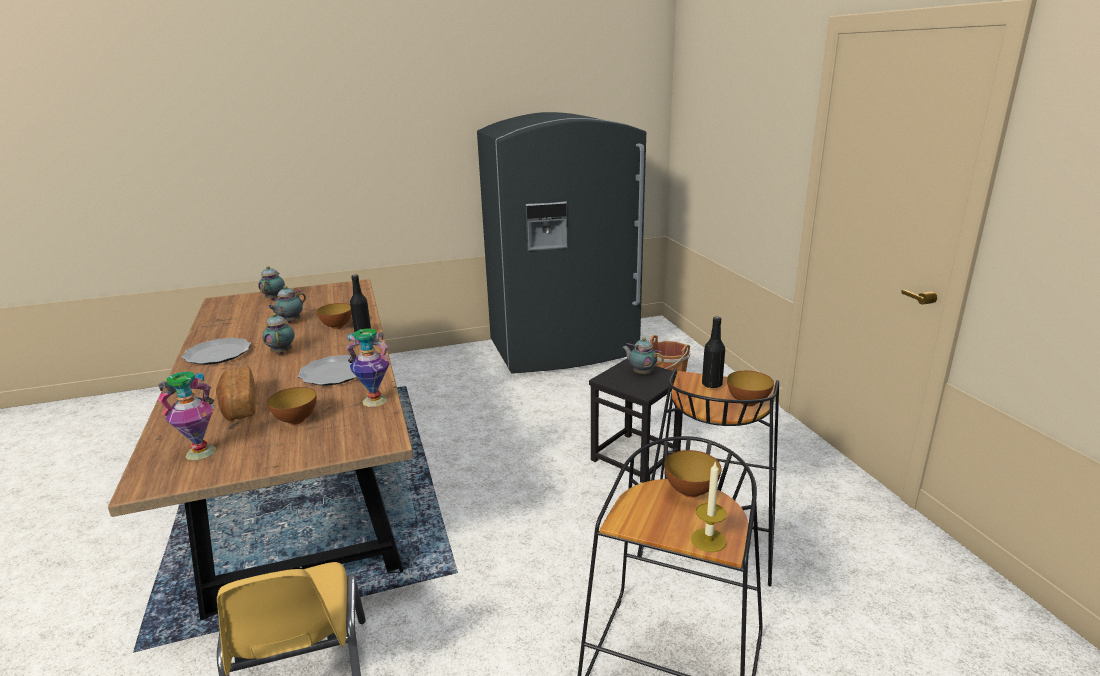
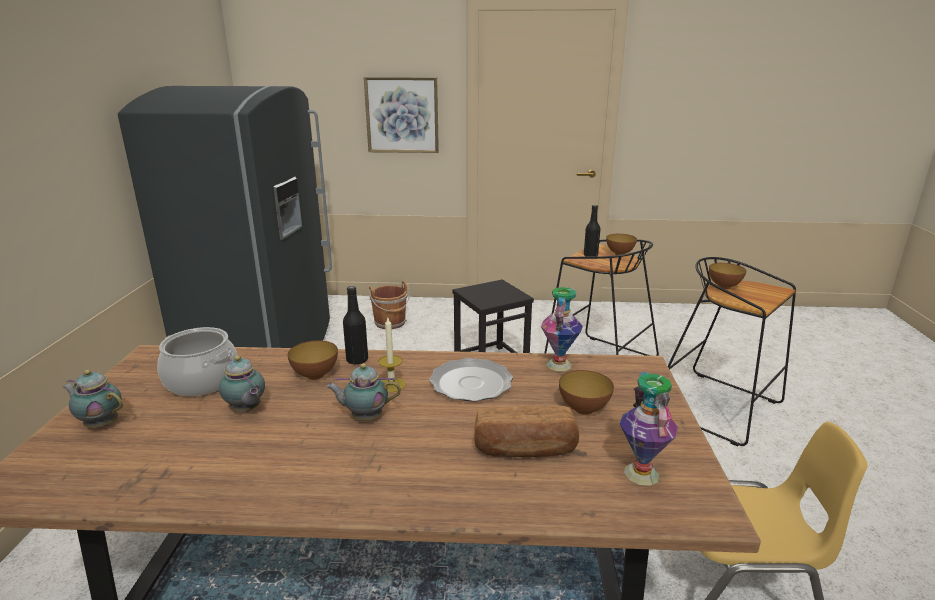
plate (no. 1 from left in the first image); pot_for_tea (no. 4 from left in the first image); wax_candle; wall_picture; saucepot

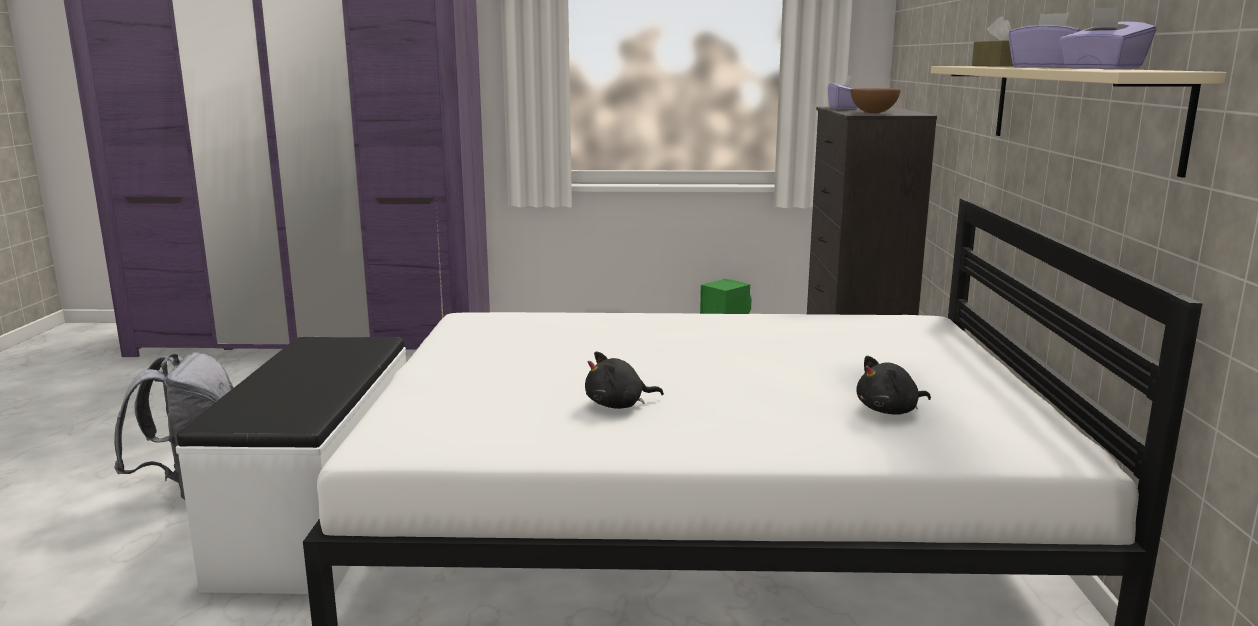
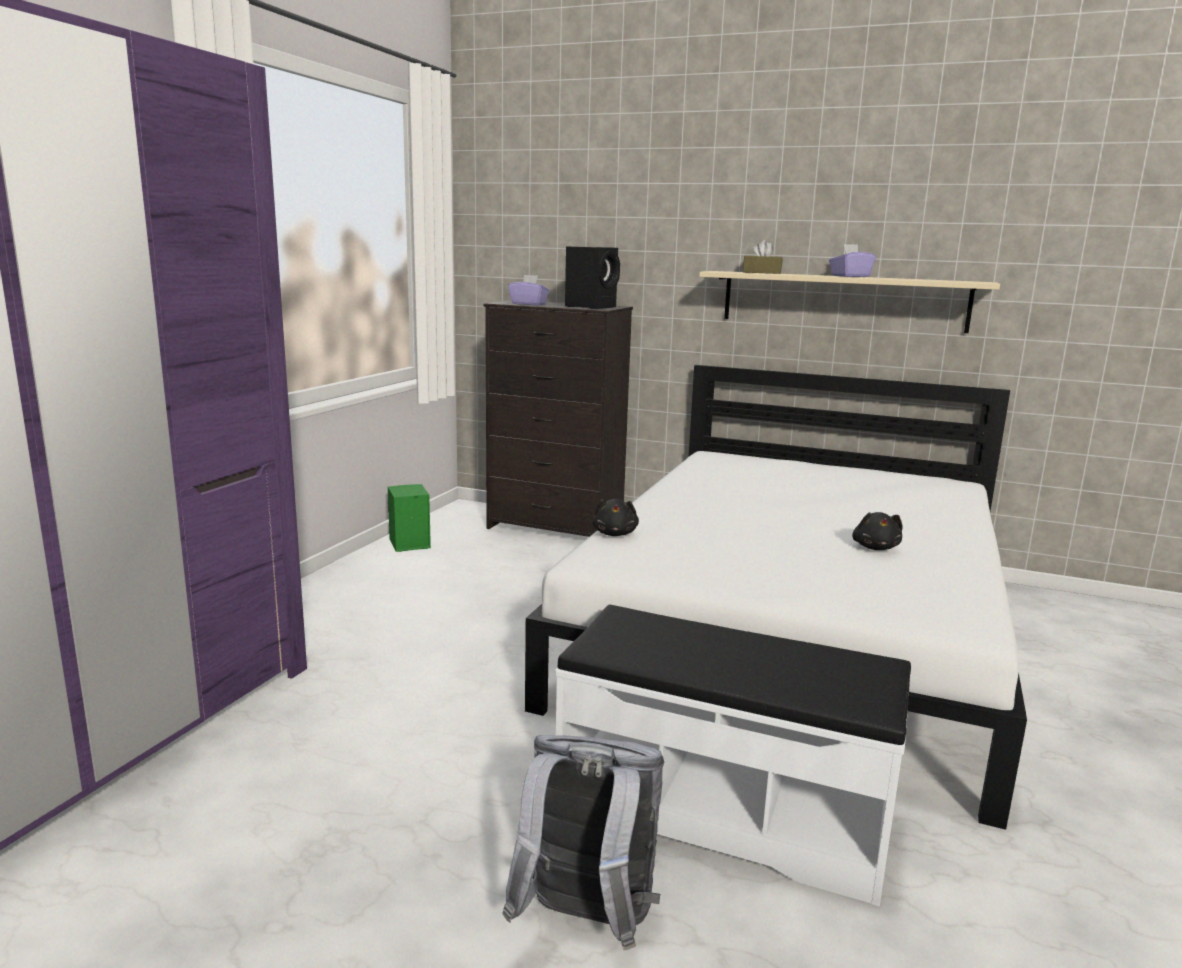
purple-coloured_tissue_box (no. 3 from left in the first image); black_audio_speaker; black_soft_toy (no. 1 from left)

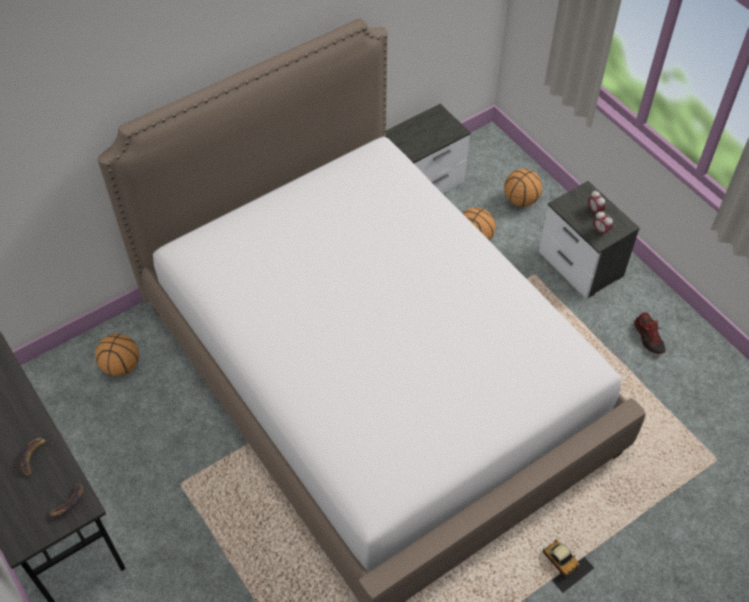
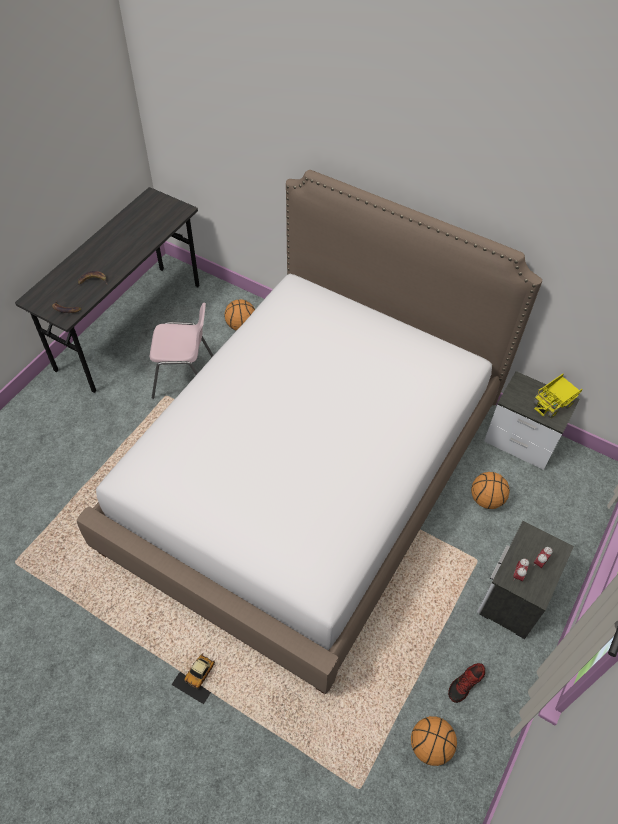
basketball (no. 2 from left); pink-coloured_chair; toy_truck

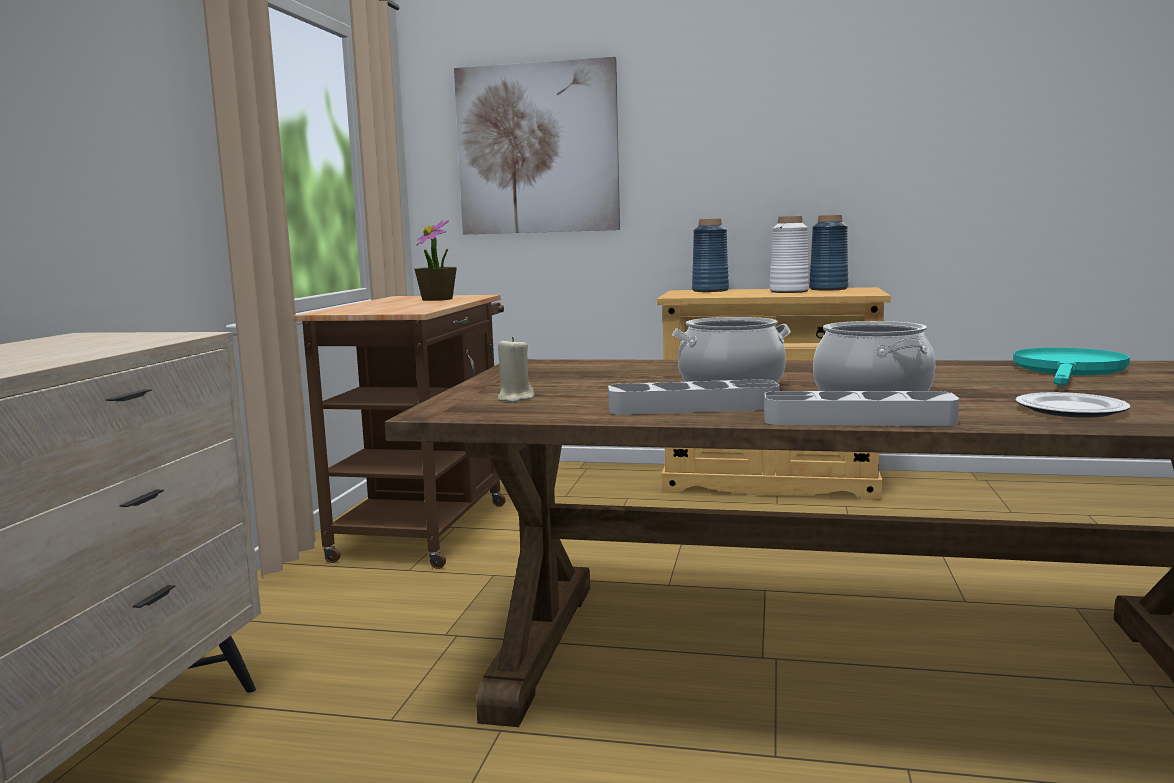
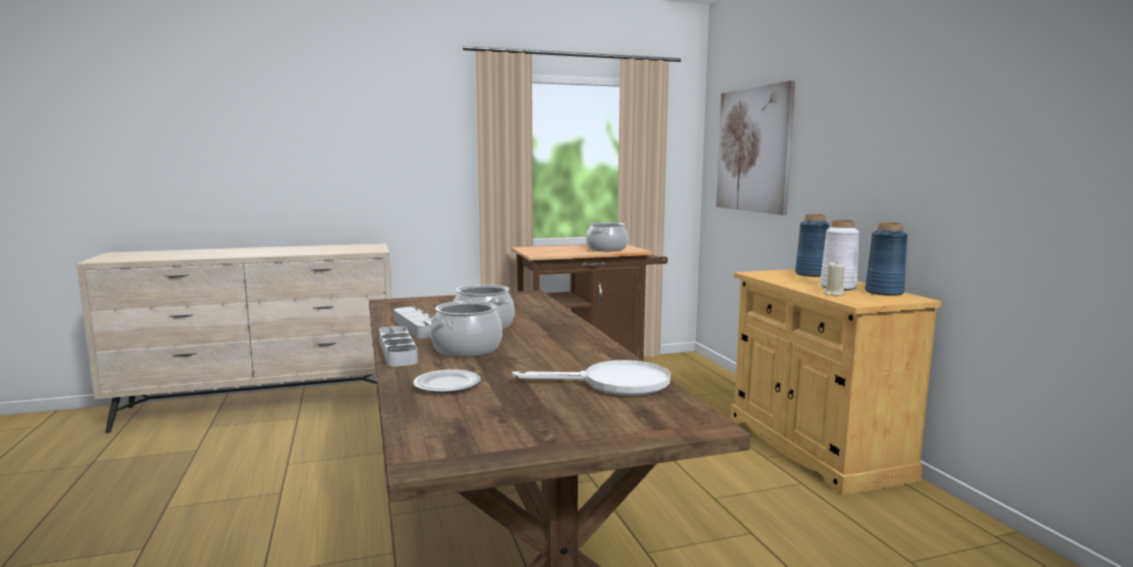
saucepot (no. 3 from left); sand-coloured_wax_candle; white-coloured_pan

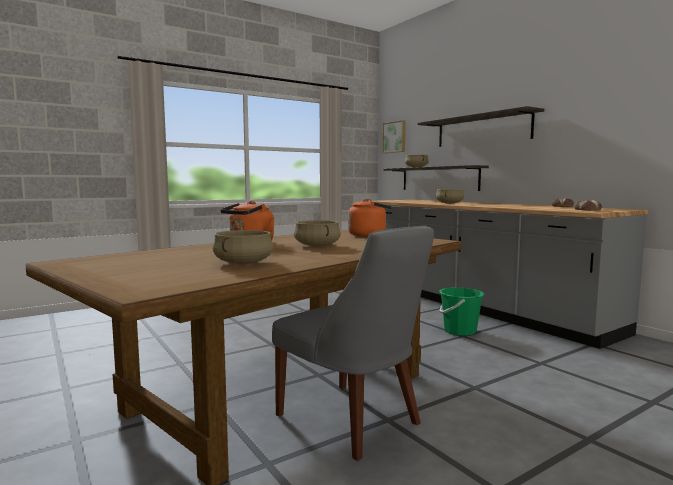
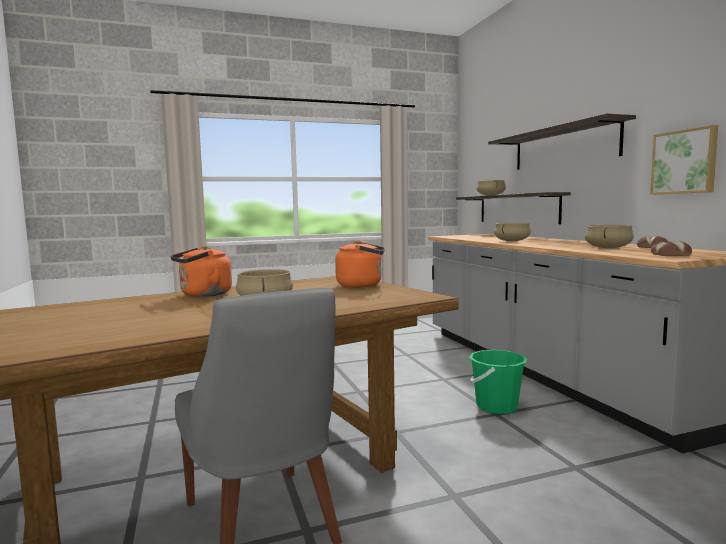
wall_picture; sand-coloured_saucepot (no. 4 from left)

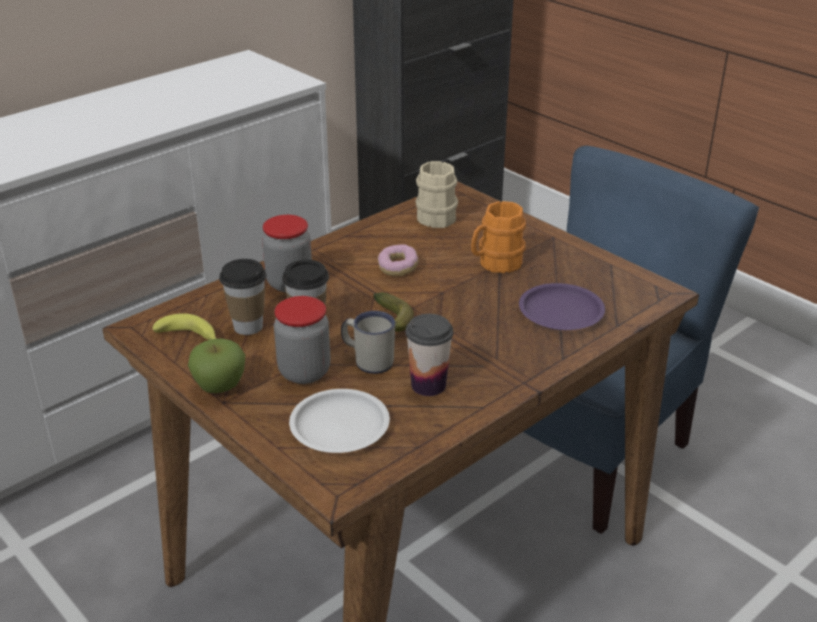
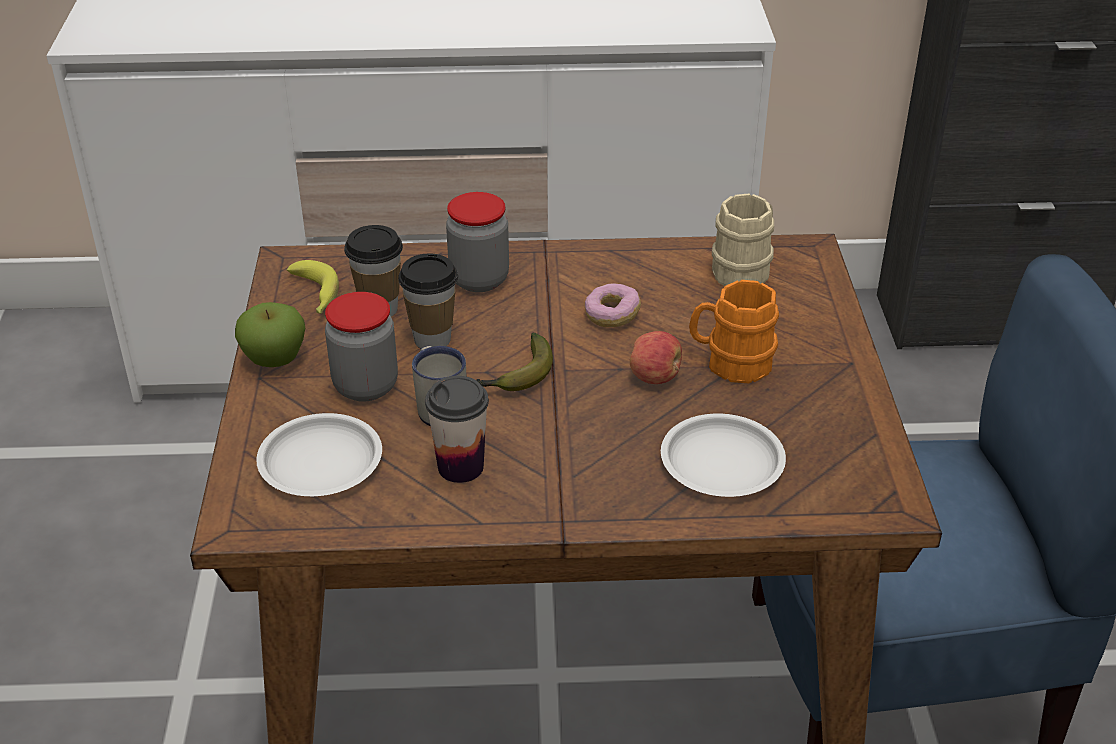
white-coloured_plate (no. 2 from left); apple (no. 2 from left)

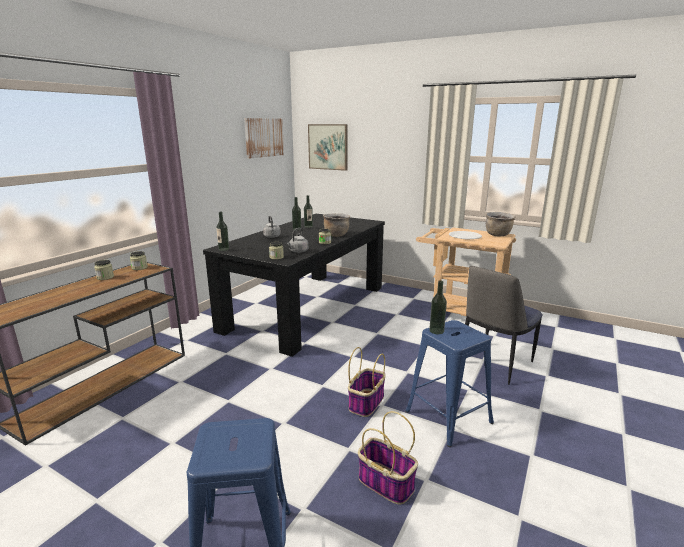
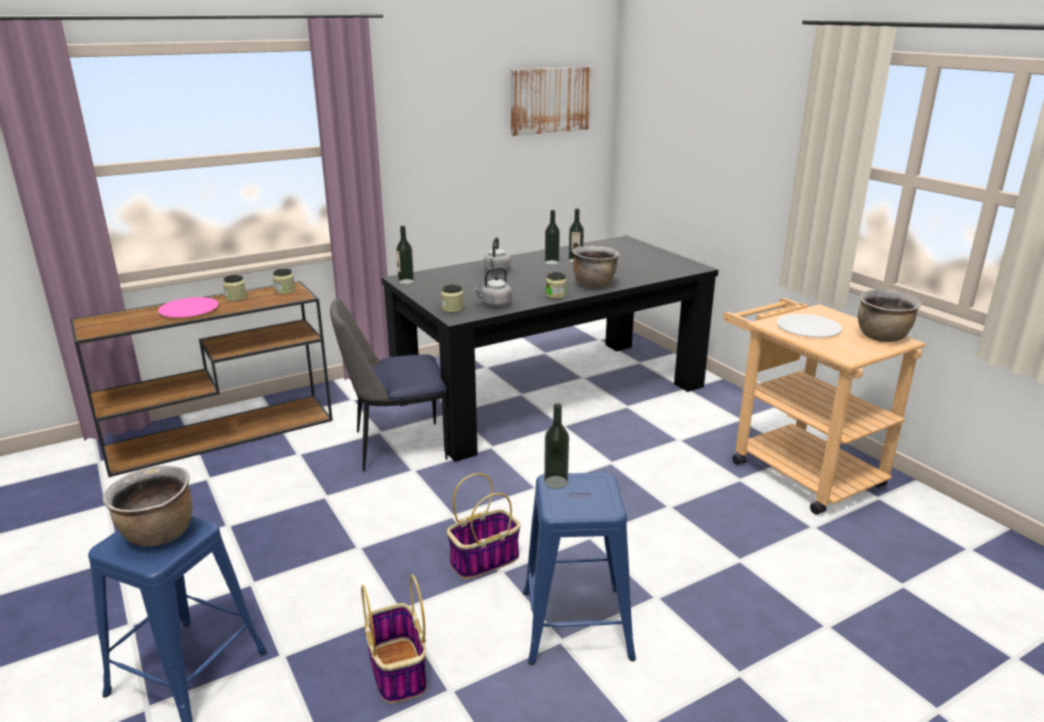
wall_picture (no. 2 from left in the first image); chair; pink-coloured_plate; brown-coloured_saucepot (no. 1 from left)

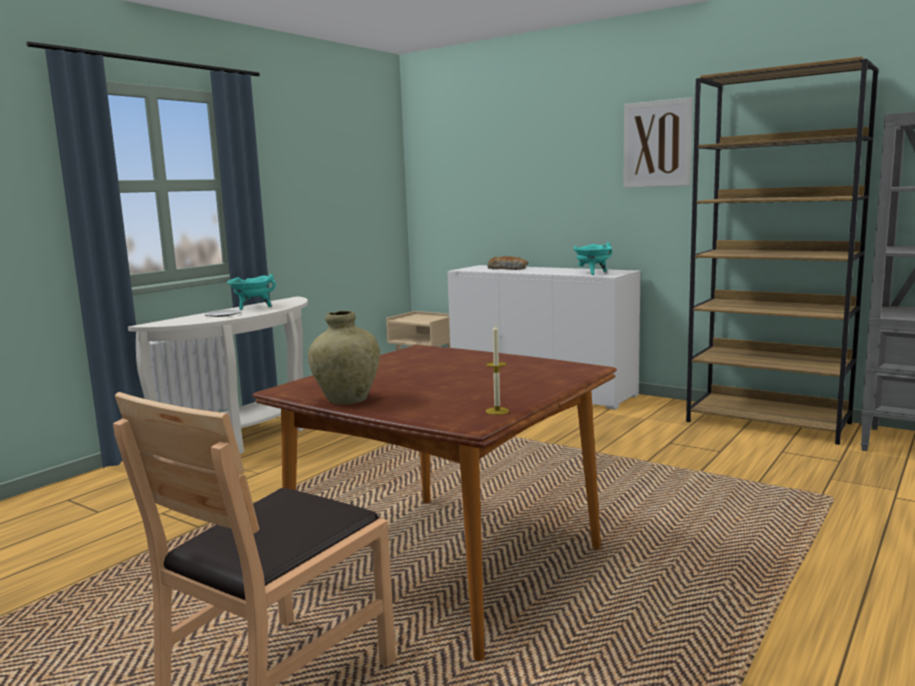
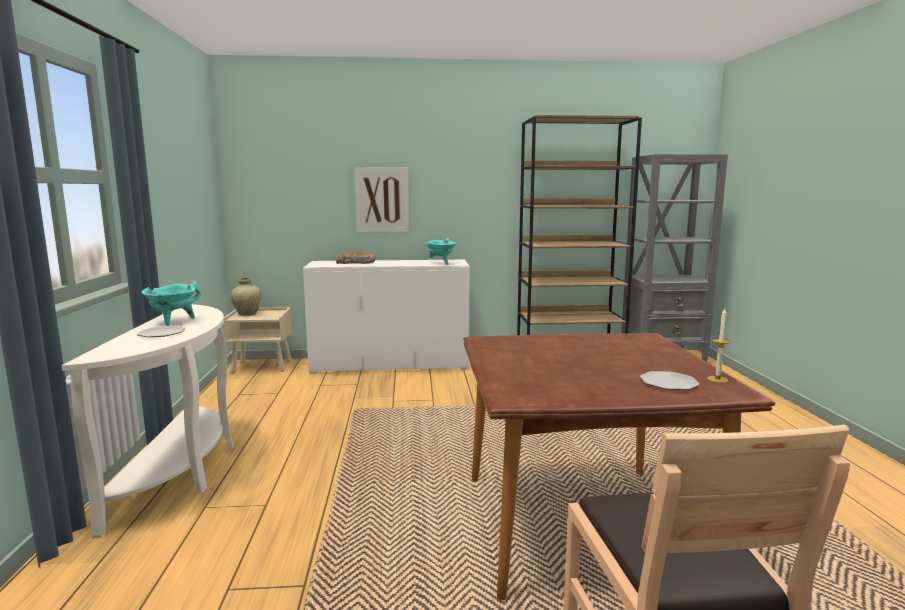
wall_picture; sand-coloured_flower_vase; plate (no. 2 from left)

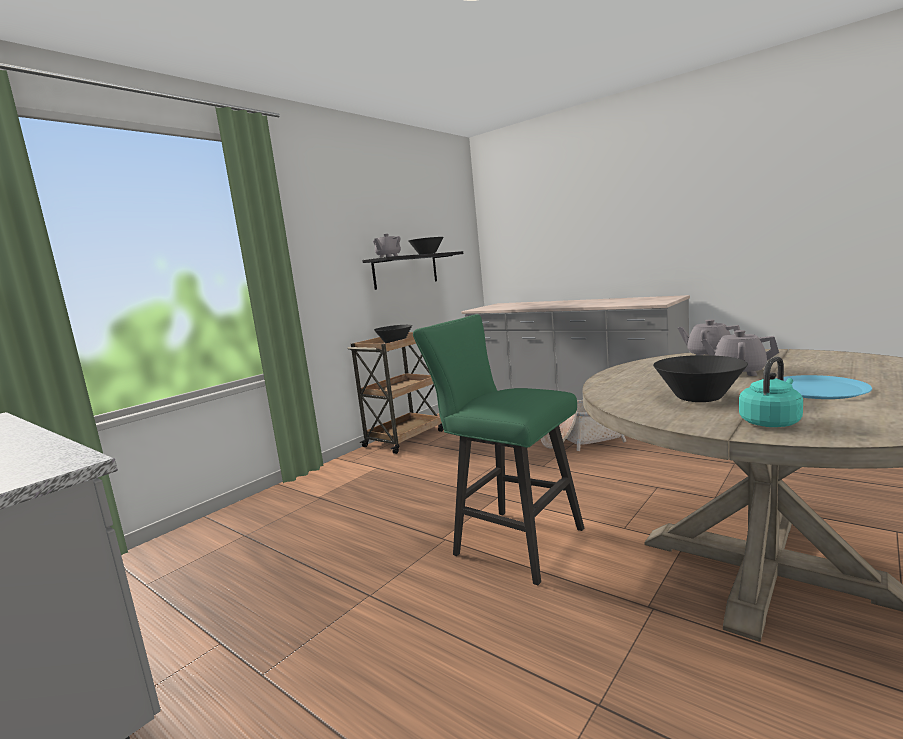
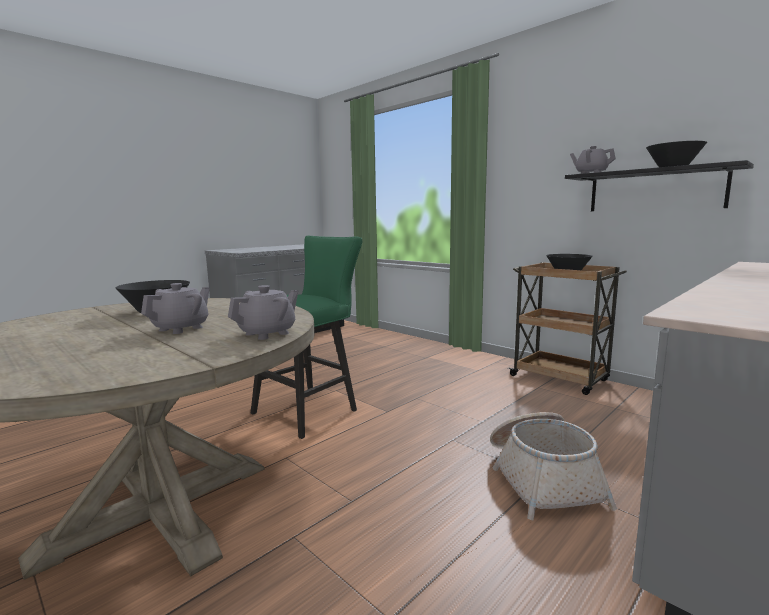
turquoise_tea_kettle; blue_plate

